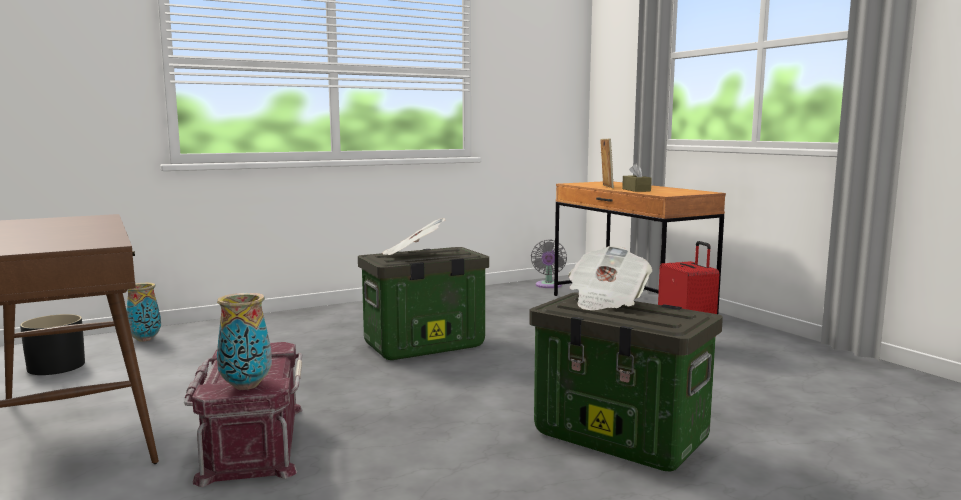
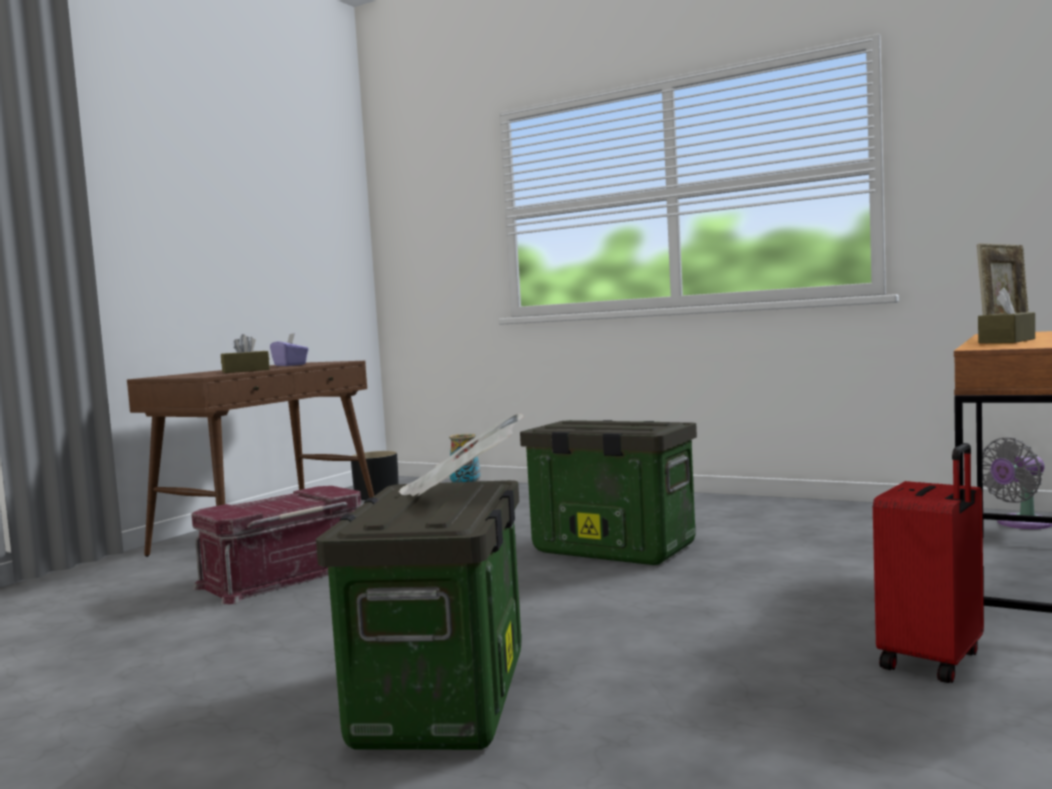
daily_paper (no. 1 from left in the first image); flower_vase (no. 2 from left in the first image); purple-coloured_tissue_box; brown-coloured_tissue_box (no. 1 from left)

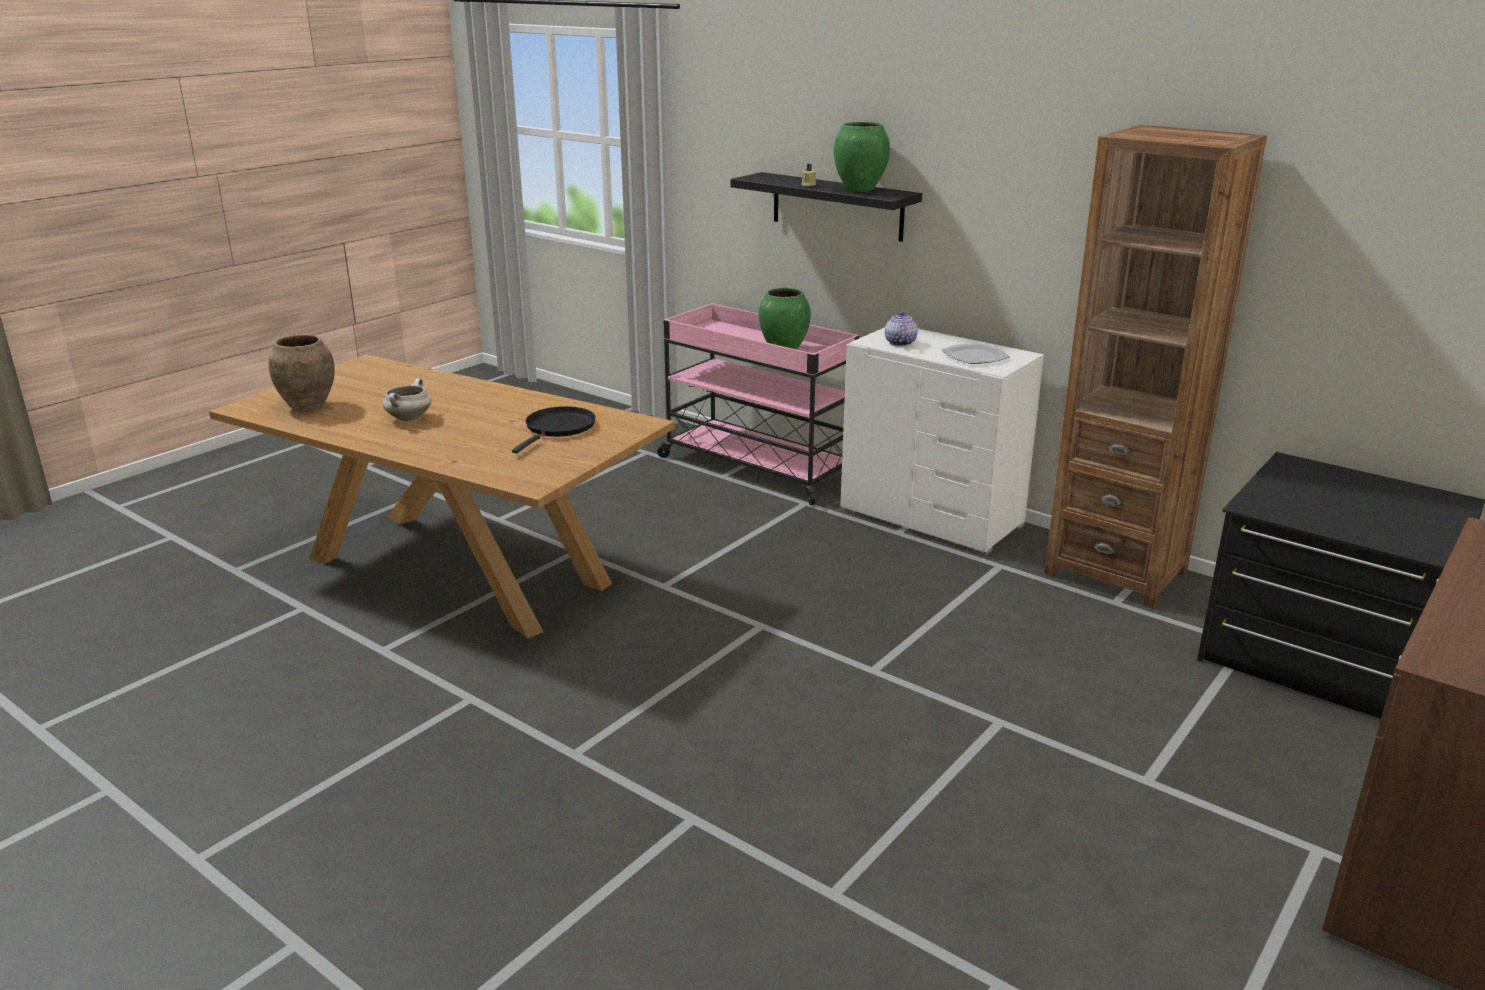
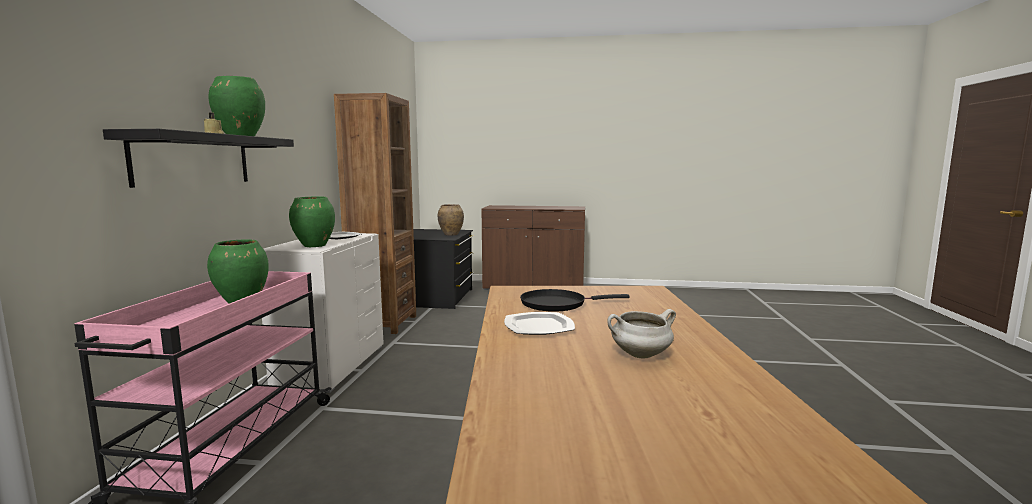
green_flower_vase (no. 3 from left); brown-coloured_flower_vase; plate (no. 2 from left)

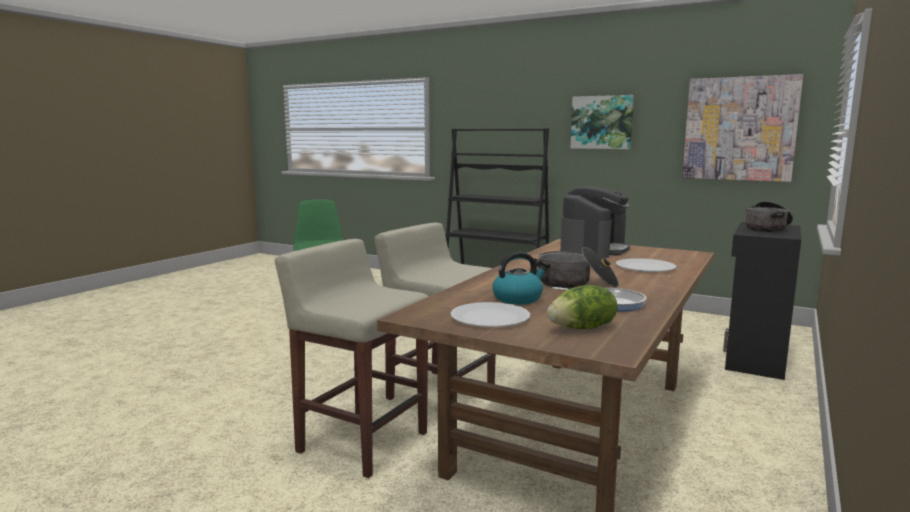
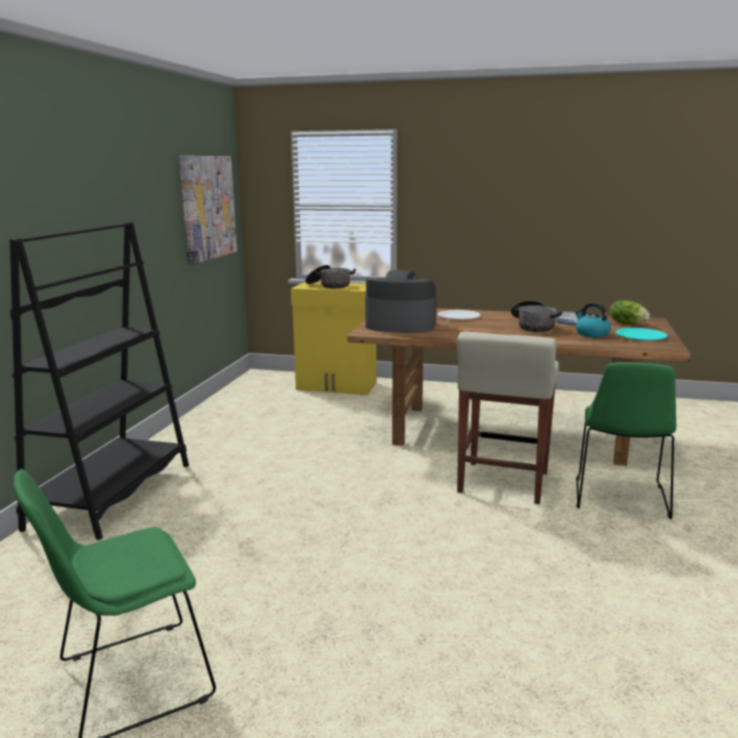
wall_picture (no. 1 from left in the first image); yellowish_cupboard; green_chair (no. 2 from left); turquoise_plate

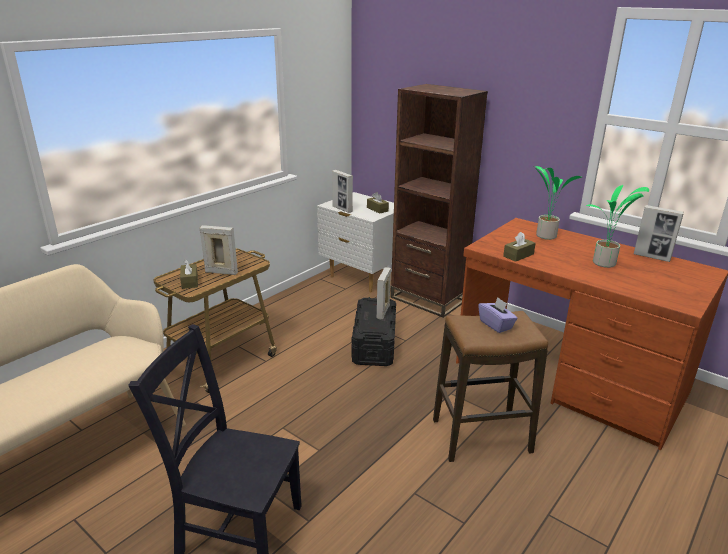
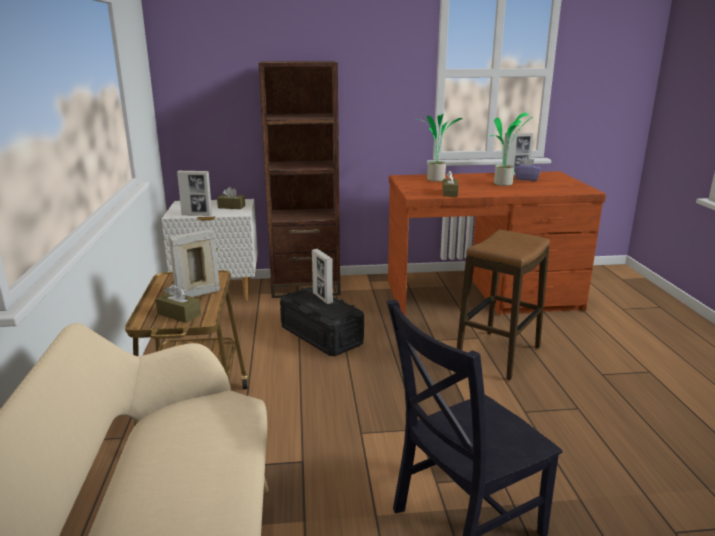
purple-coloured_tissue_box

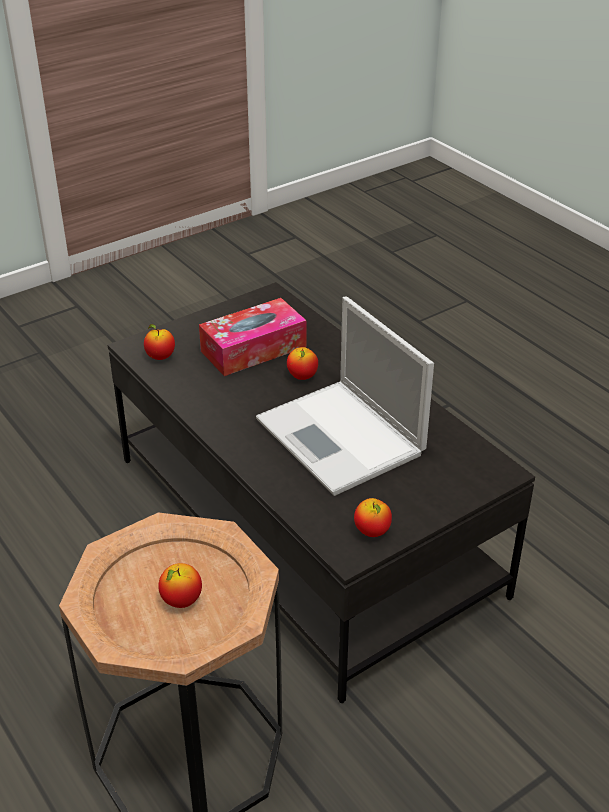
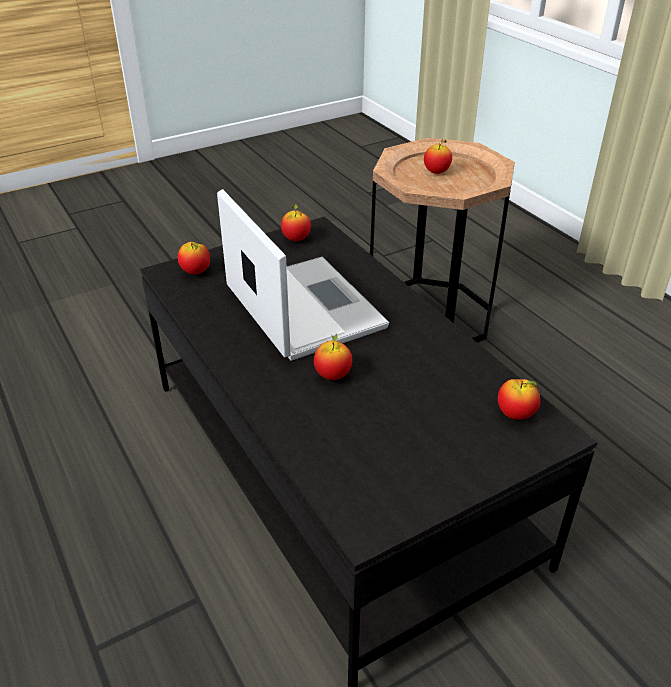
tissue_box; apple (no. 1 from left)

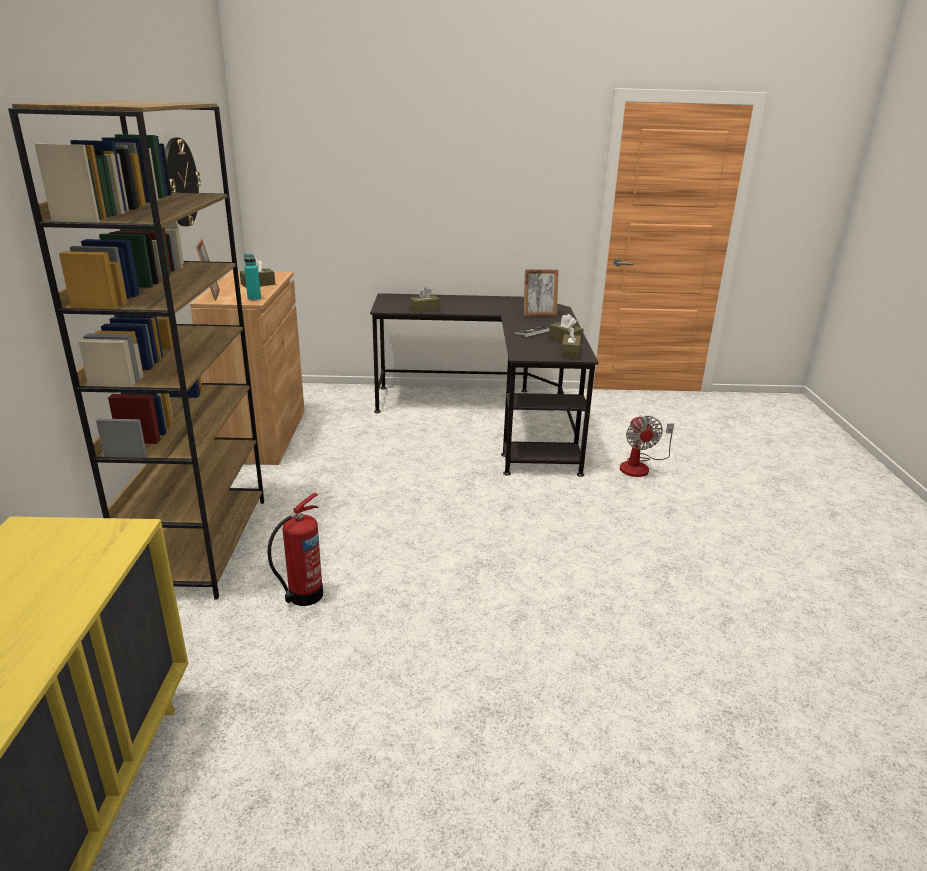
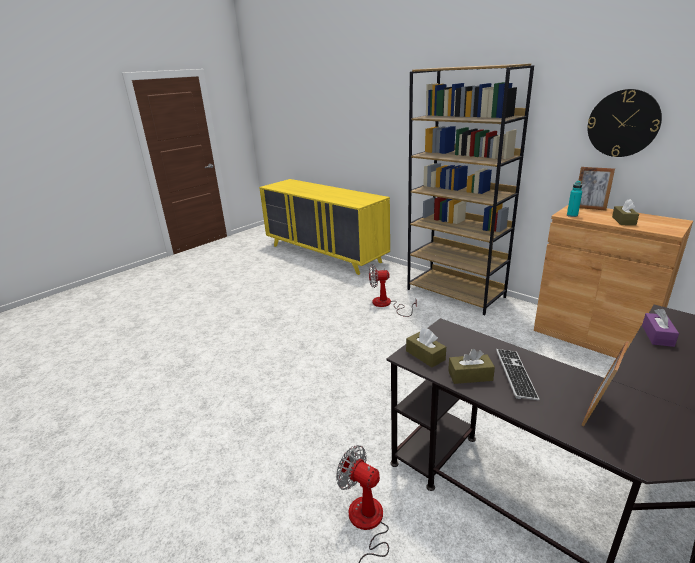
purple-coloured_tissue_box; fan (no. 2 from left)

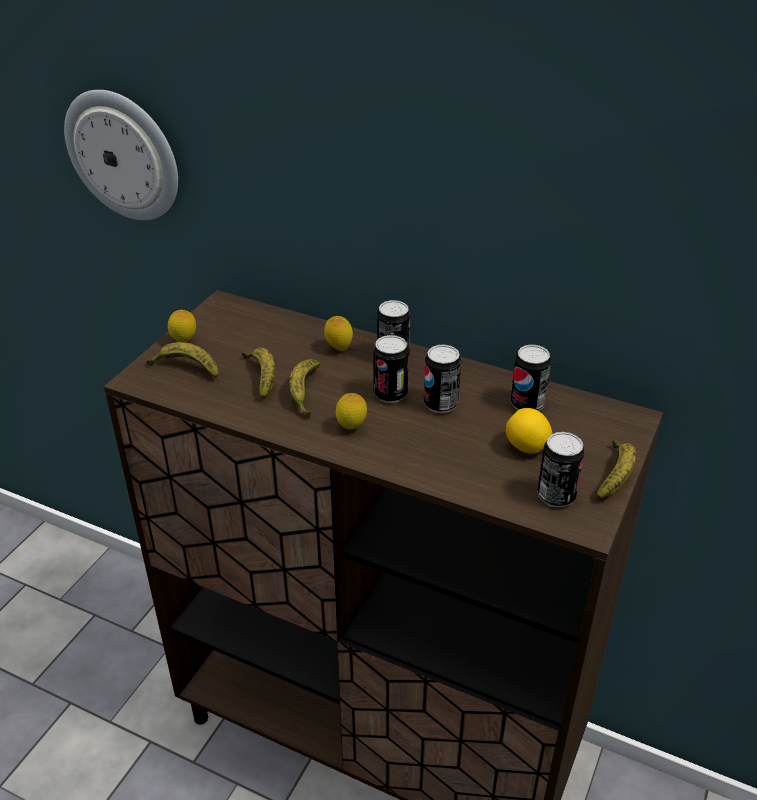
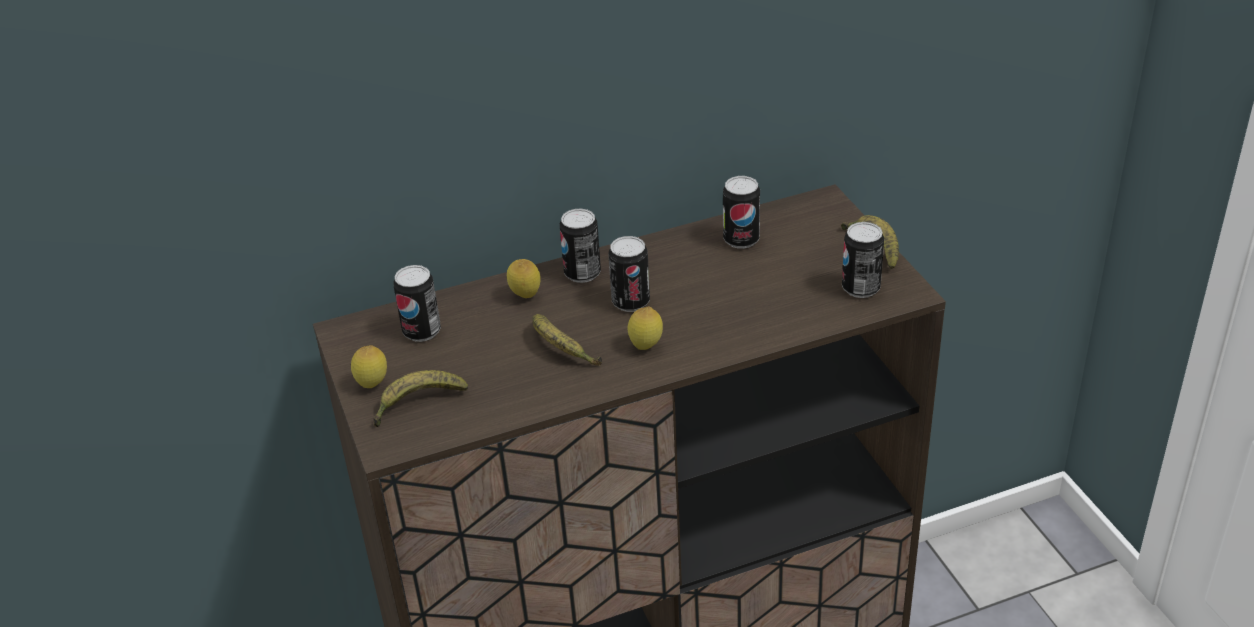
clock_on_the_wall; sealed_can (no. 1 from left); banana_fruit (no. 2 from left in the first image); citrus_fruit (no. 4 from left in the first image)

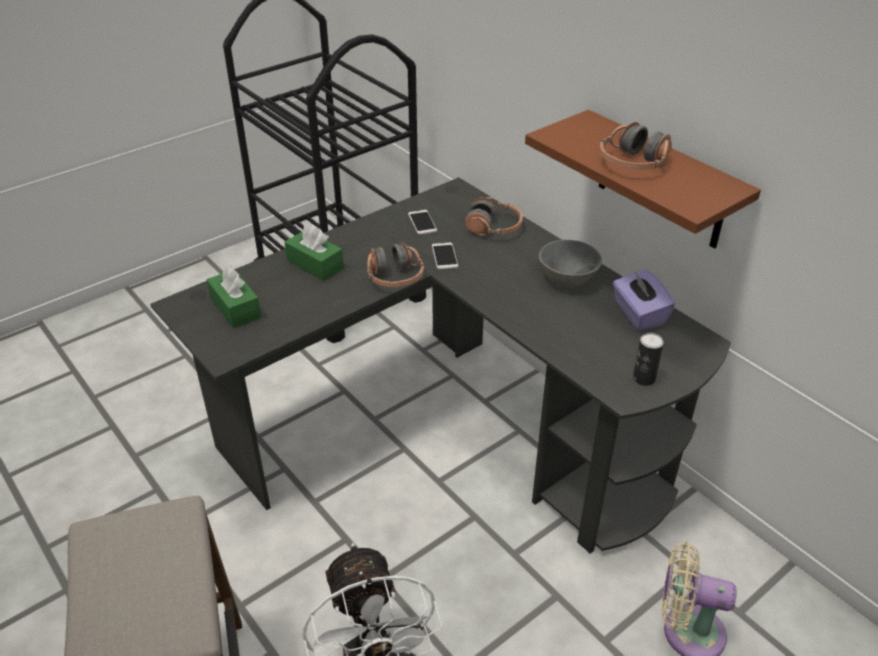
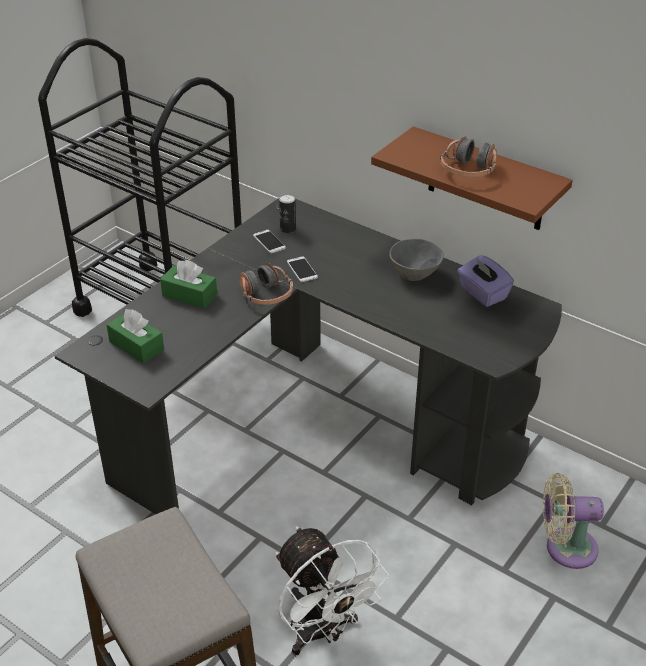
headphones (no. 2 from left in the first image); sealed_can

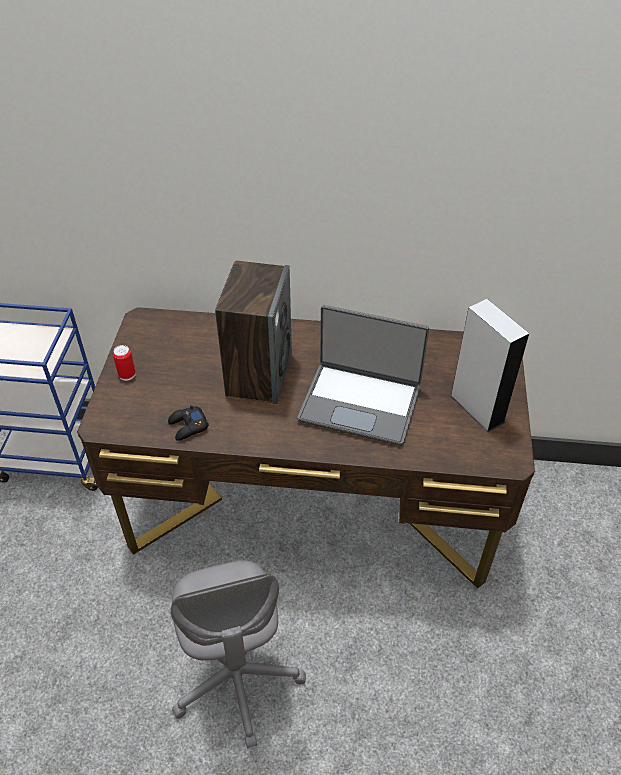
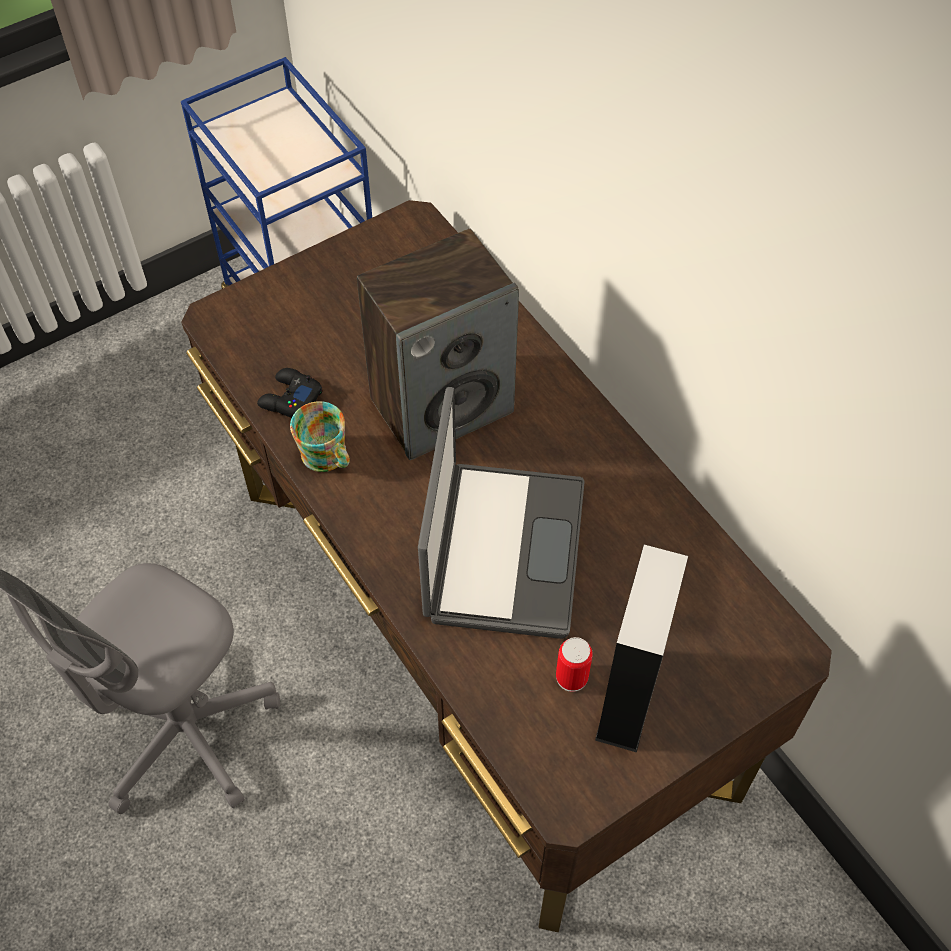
notebook_computer; sealed_can; coffee_mug

